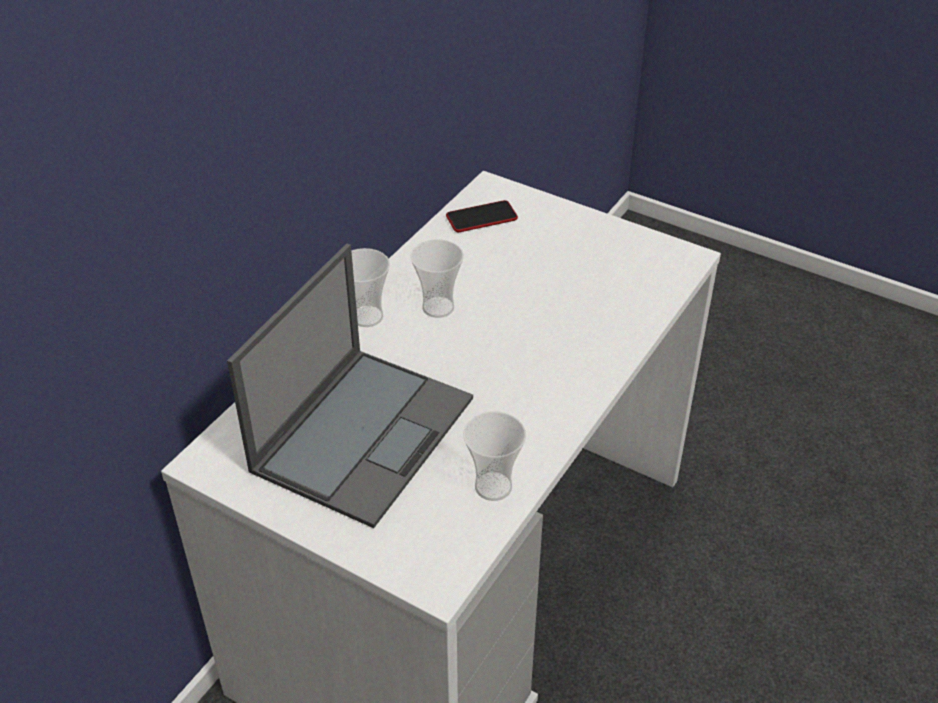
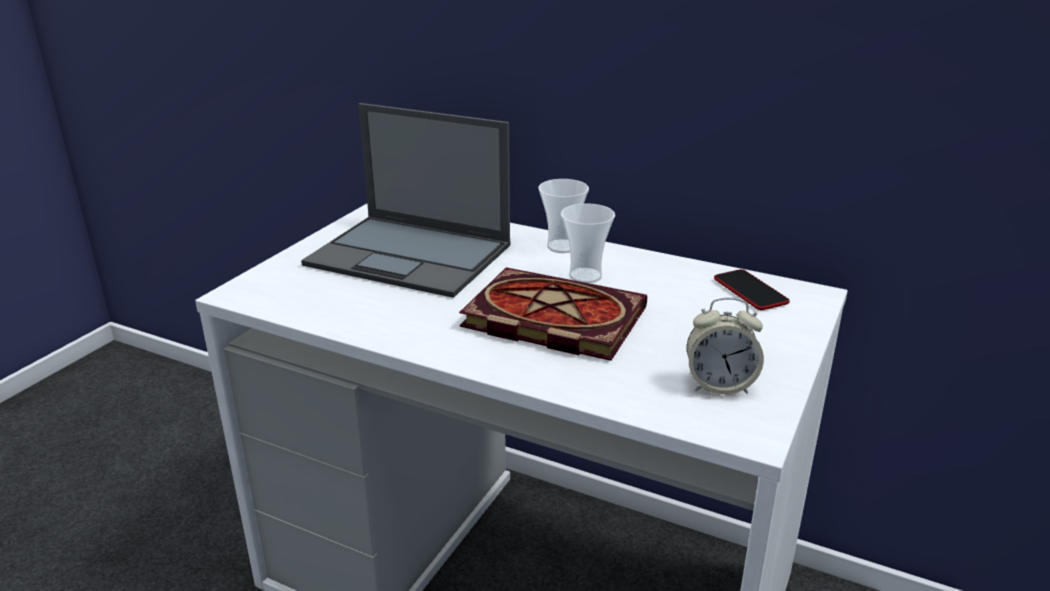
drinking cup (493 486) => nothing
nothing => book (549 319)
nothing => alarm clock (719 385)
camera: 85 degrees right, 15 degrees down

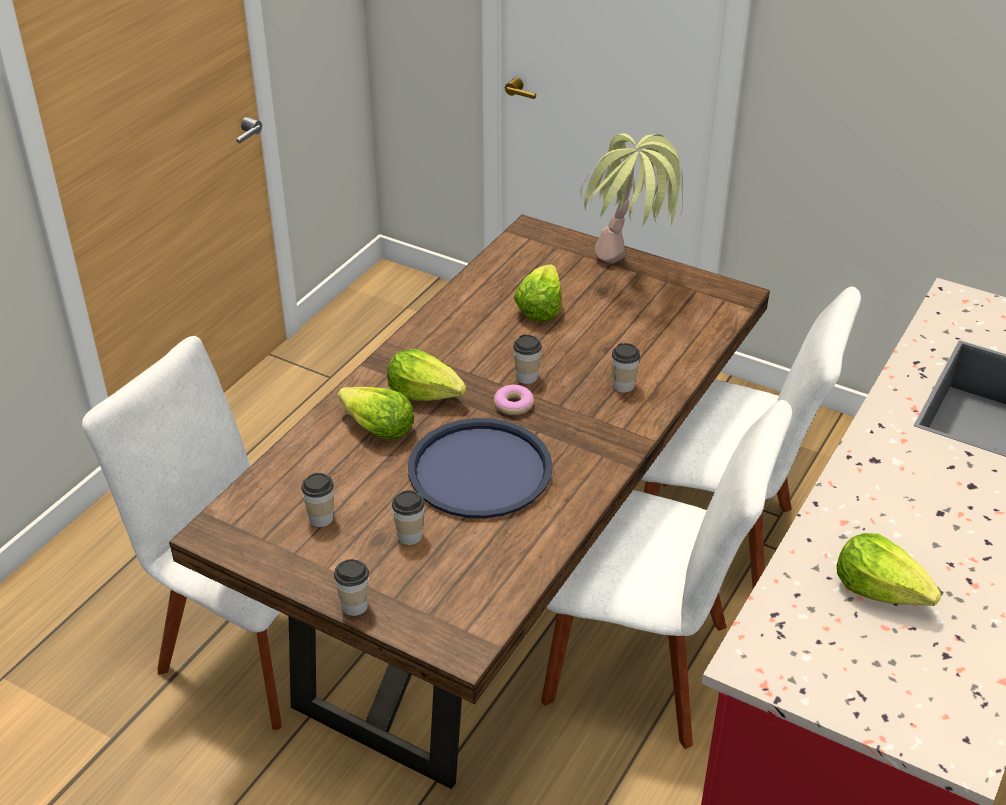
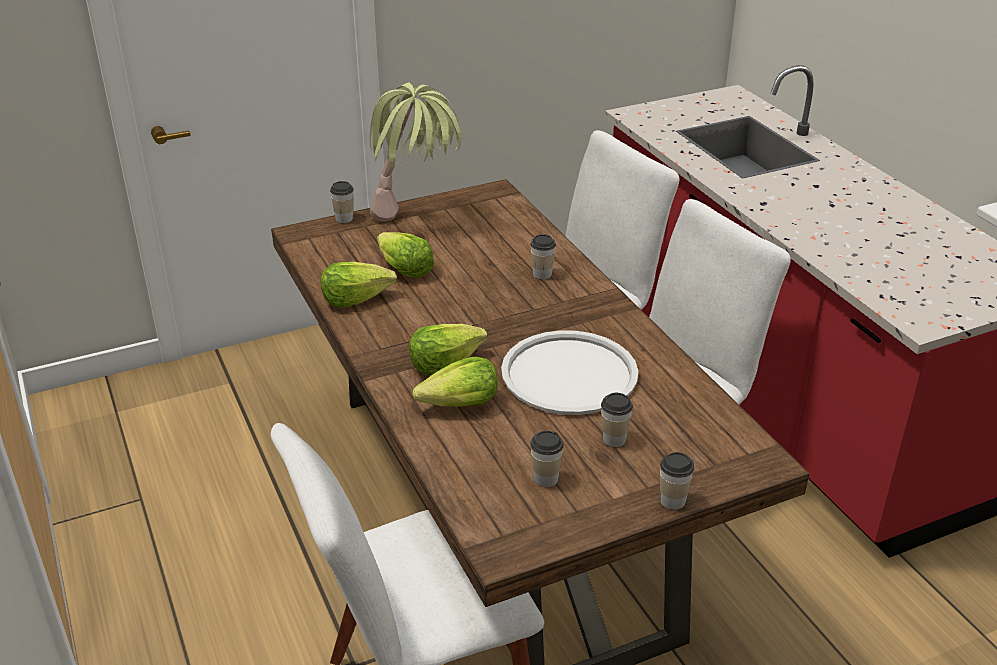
drinking cup (527 377) => drinking cup (344 218), relocated
doughnut (513 405) => nothing
bluish carrying tray (479 470) => whitish carrying tray (569 374)
lettuce (881 590) => lettuce (356 298), relocated
camera: 55 degrees left, 5 degrees down

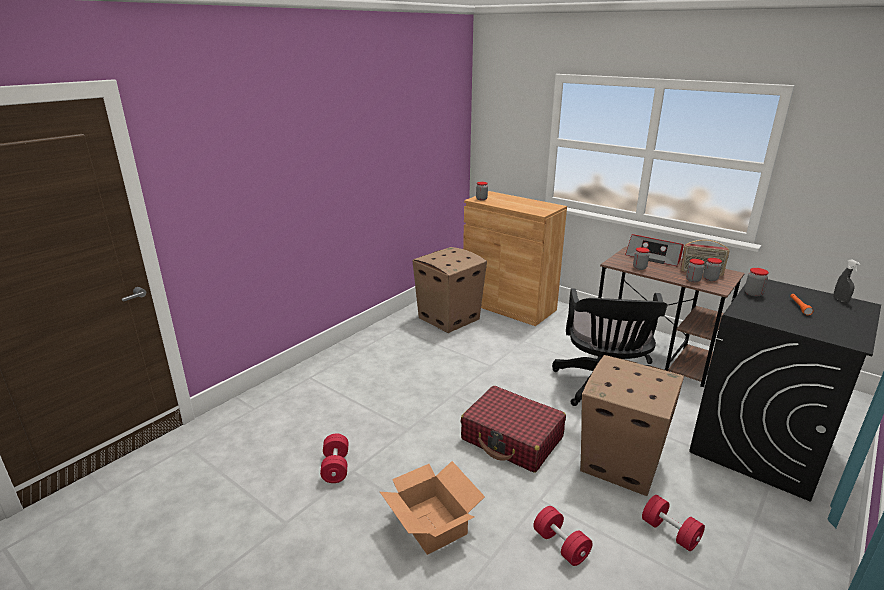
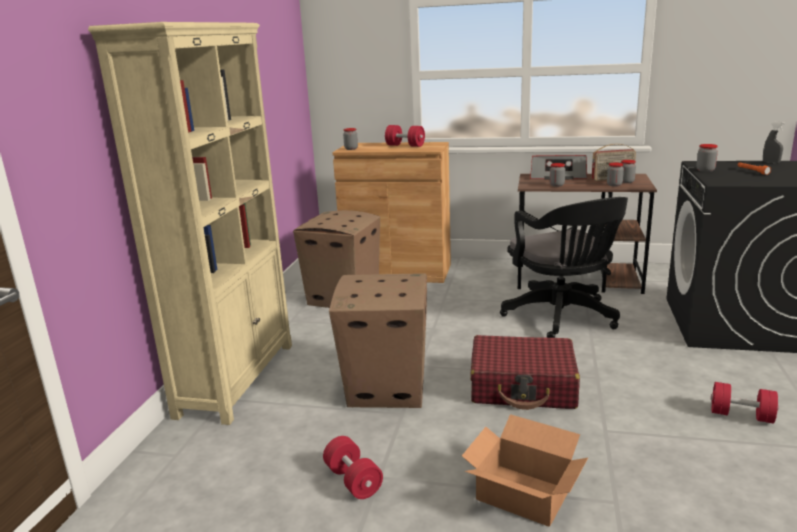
carton (619 462) => carton (385 388), relocated
reddish dumbbell (560 545) => reddish dumbbell (405 145), relocated
nothing => beige shelving unit (237 378)
camera: 25 degrees left, 5 degrees down

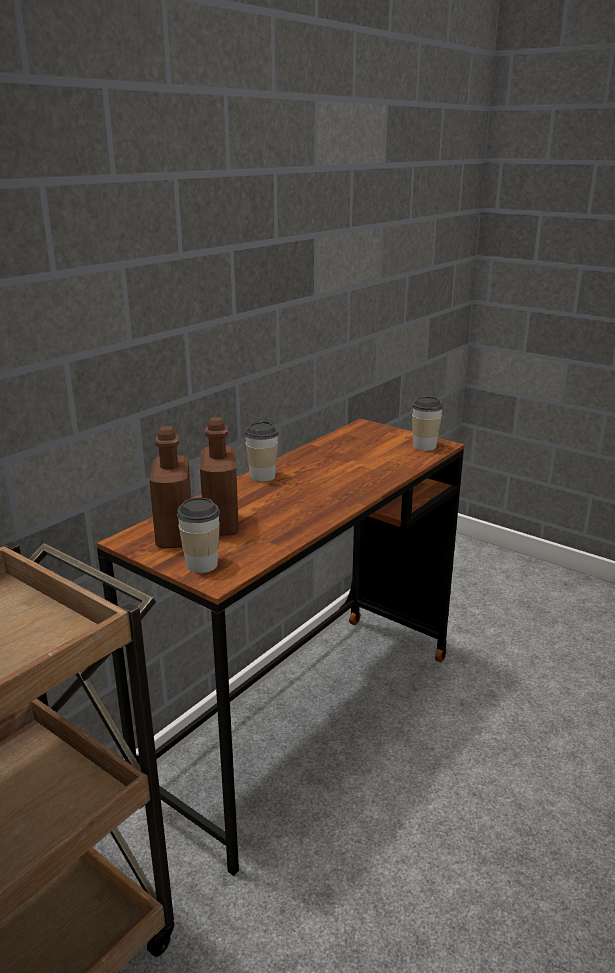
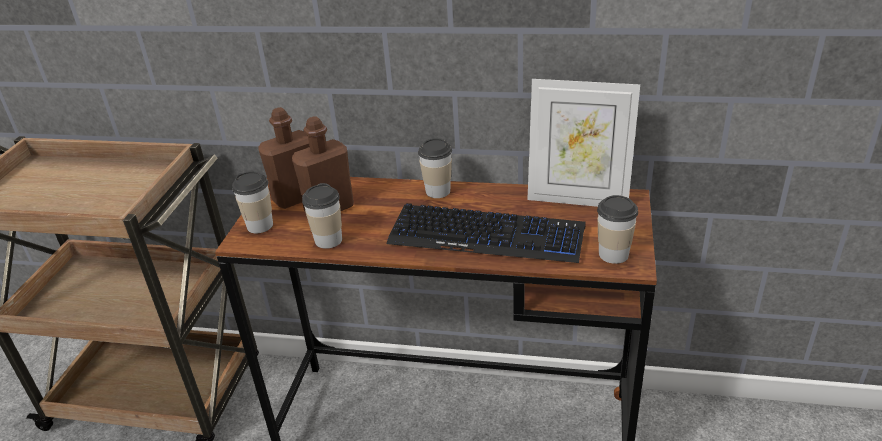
nothing => photo frame (578 199)
nothing => drinking cup (328 240)
nothing => keyboard (486 236)
camera: 65 degrees right, 10 degrees up

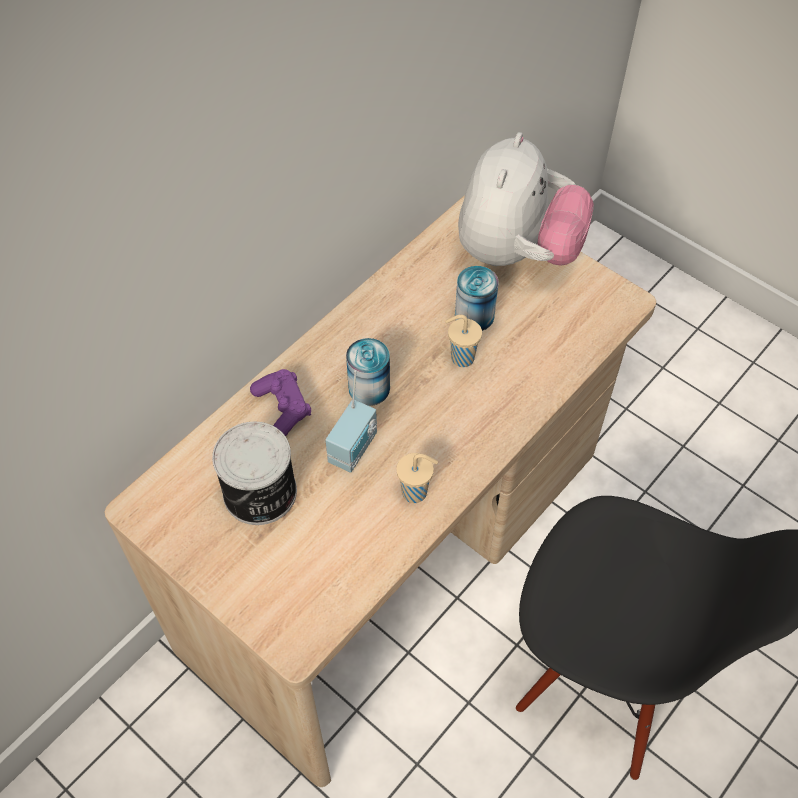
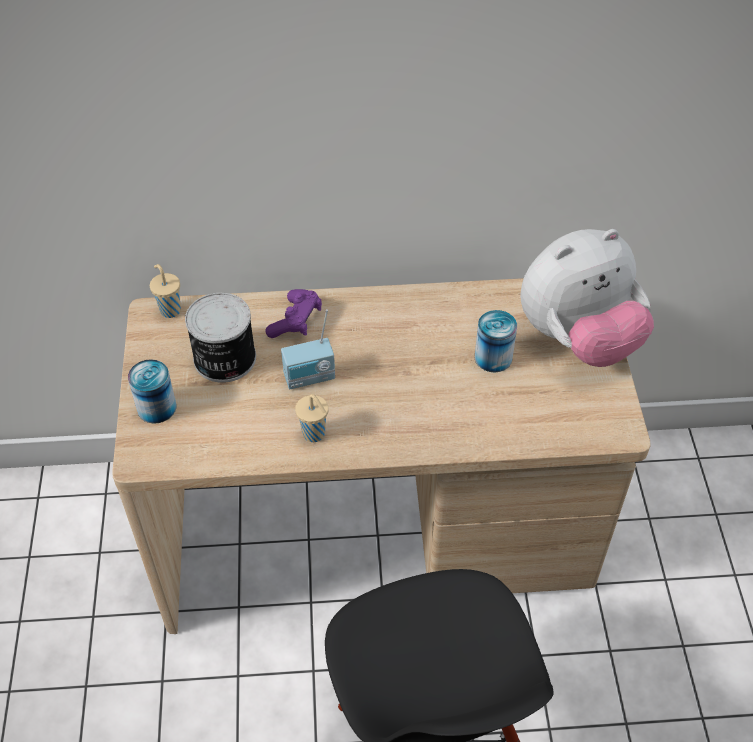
beige drinking cup (461 358) => beige drinking cup (170 310), relocated
sealed can (369 388) => sealed can (156 407), relocated
camera: 45 degrees right, 5 degrees down

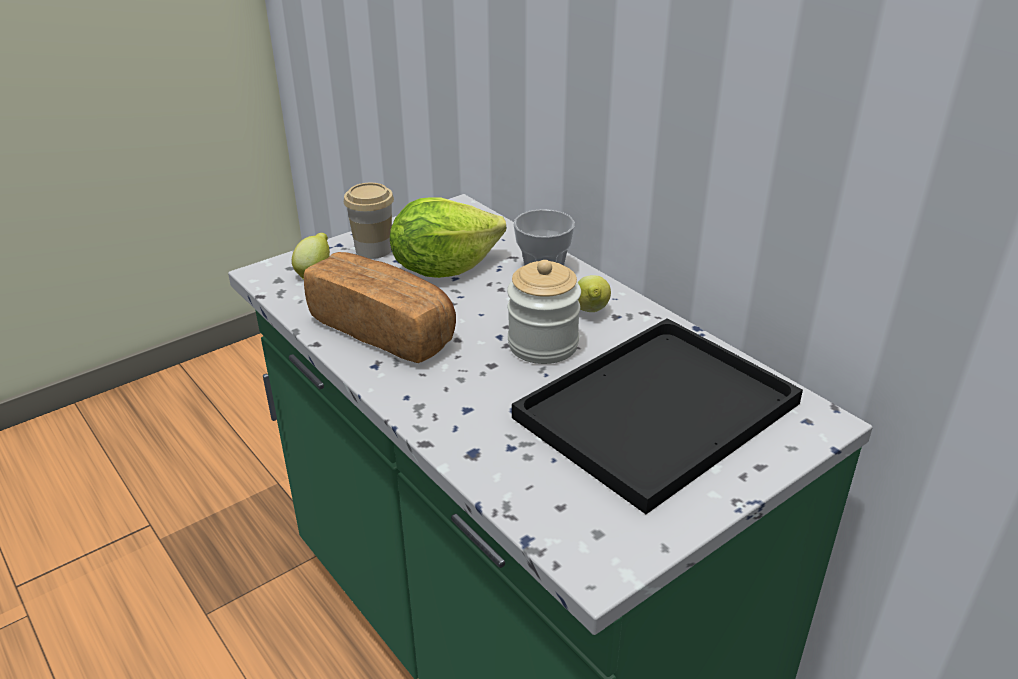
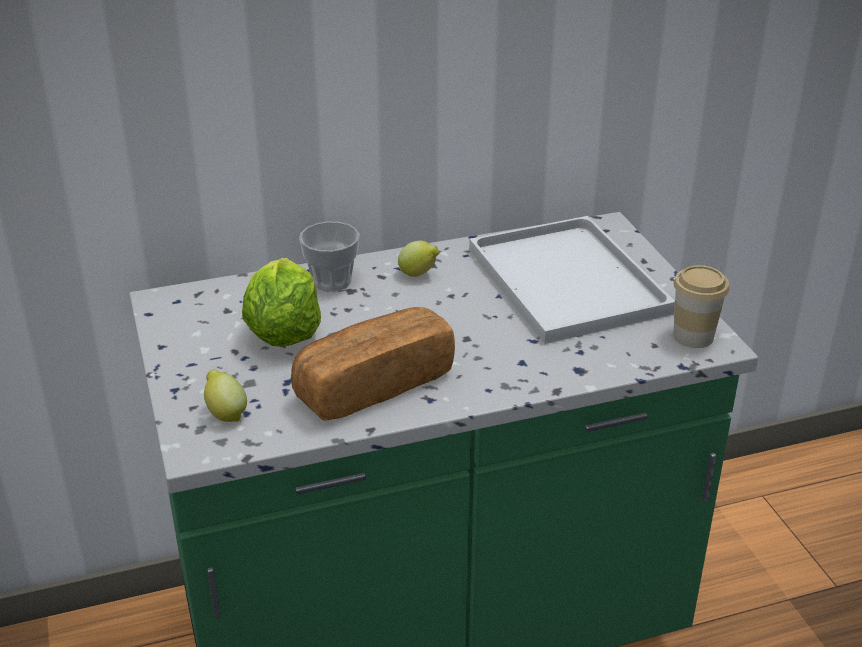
drinking cup (373 249) => drinking cup (693 336), relocated
jar (543 345) => nothing
blackish carrying tray (655 414) => whitish carrying tray (571 282)
camera: 70 degrees left, 0 degrees up

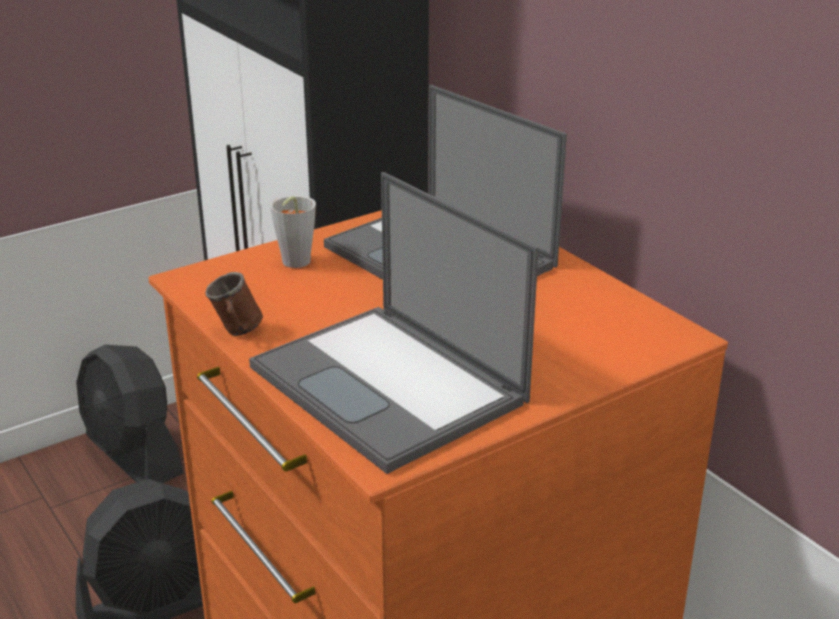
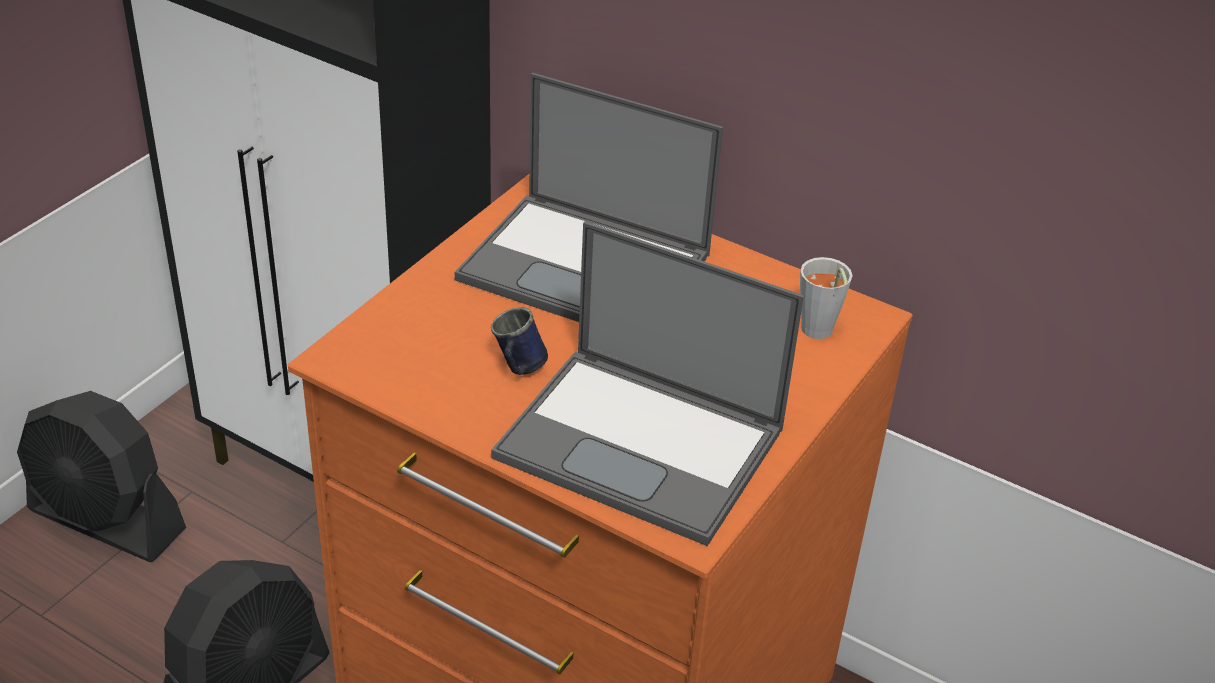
greyish drinking cup (293 264) => greyish drinking cup (818 334), relocated
brown-coloured tea mug (237 333) => nothing
nothing => bluish tea mug (518 370)
camera: 25 degrees left, 10 degrees up

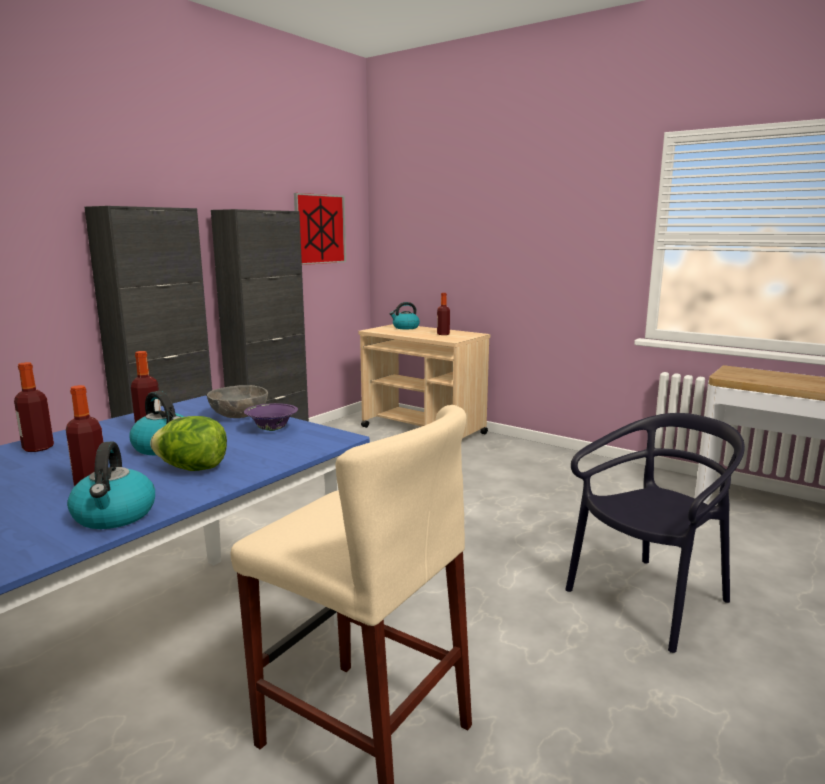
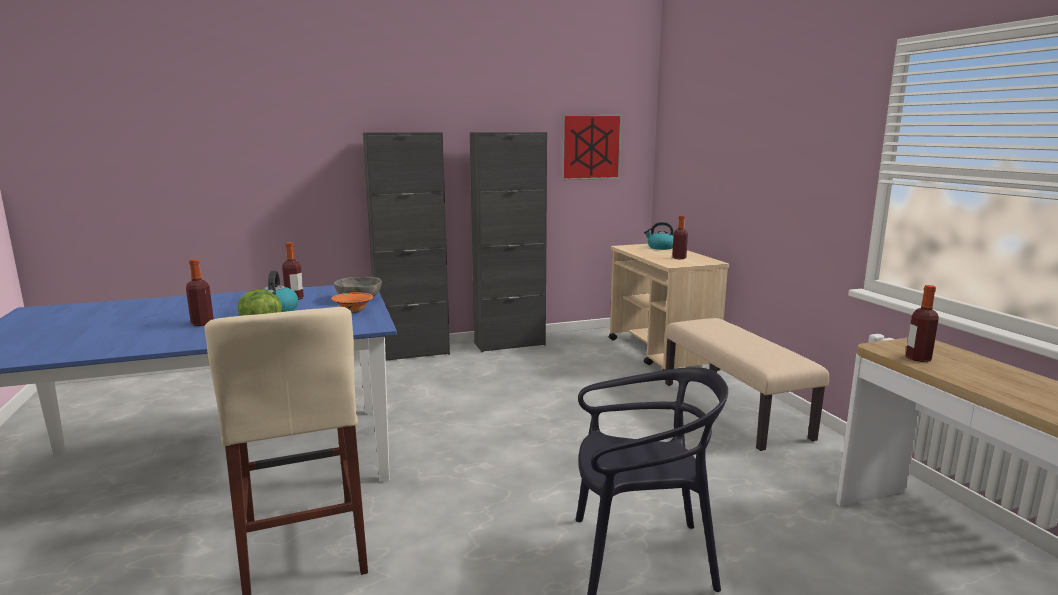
bottle (38 448) => bottle (918 358), relocated
purplish bowl (272 429) => orange-coloured bowl (353 312)
water kettle (115 516) => nothing
nothing => beige bench (735 410)
camera: 35 degrees right, 0 degrees up

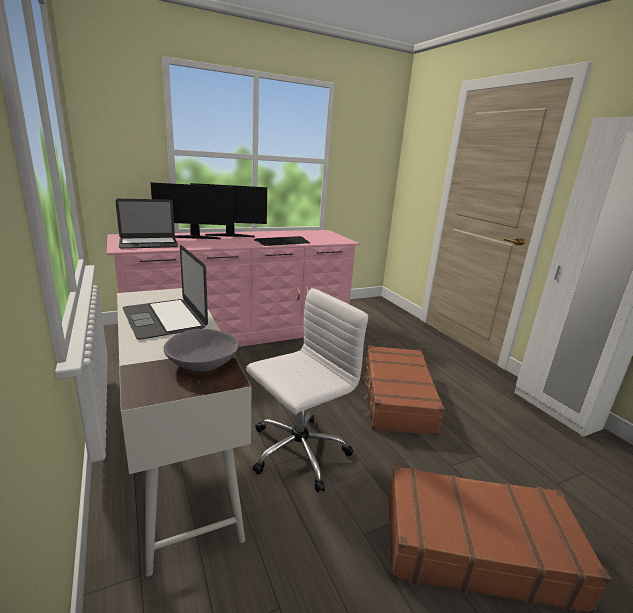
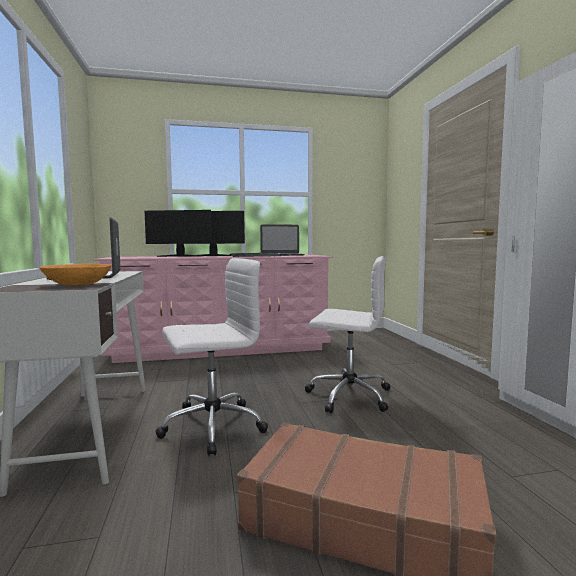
portable computer (148 243) => portable computer (282 255), relocated
greyish bowl (202 362) => orange-coloured bowl (77 284)
brown-coloured piece of luggage (396 398) => whitish office chair (348 395)
camera: 15 degrees right, 15 degrees down

